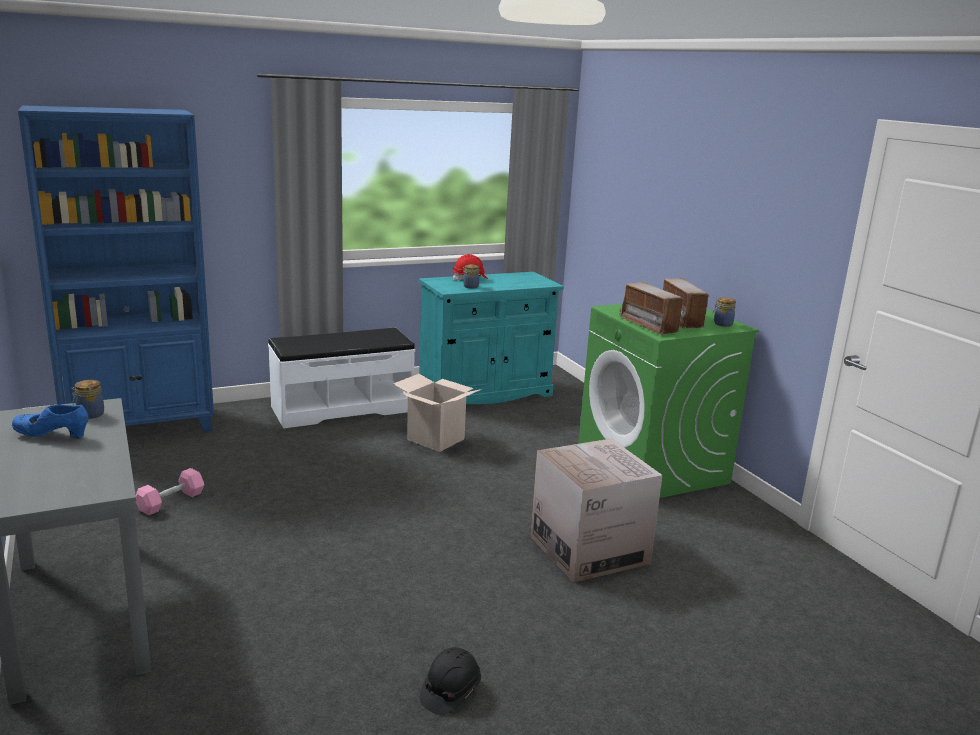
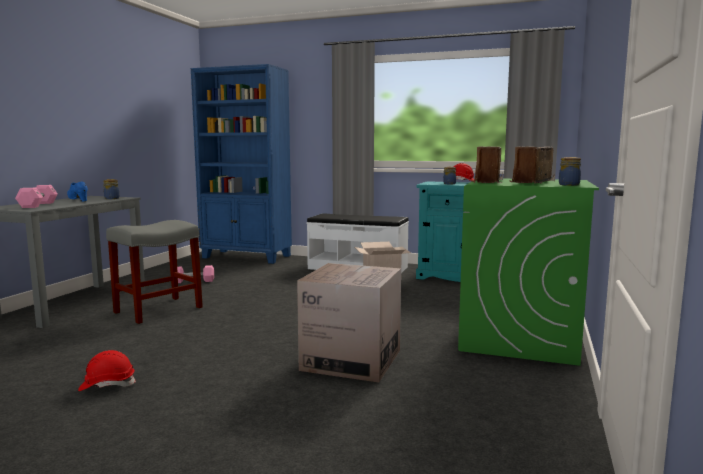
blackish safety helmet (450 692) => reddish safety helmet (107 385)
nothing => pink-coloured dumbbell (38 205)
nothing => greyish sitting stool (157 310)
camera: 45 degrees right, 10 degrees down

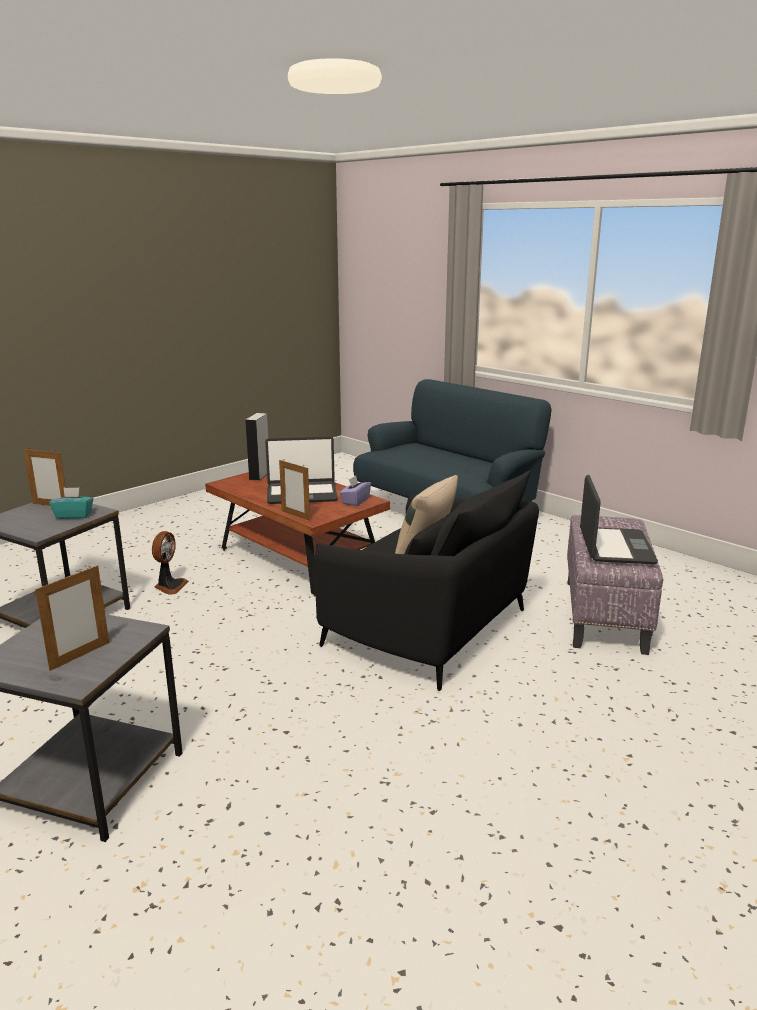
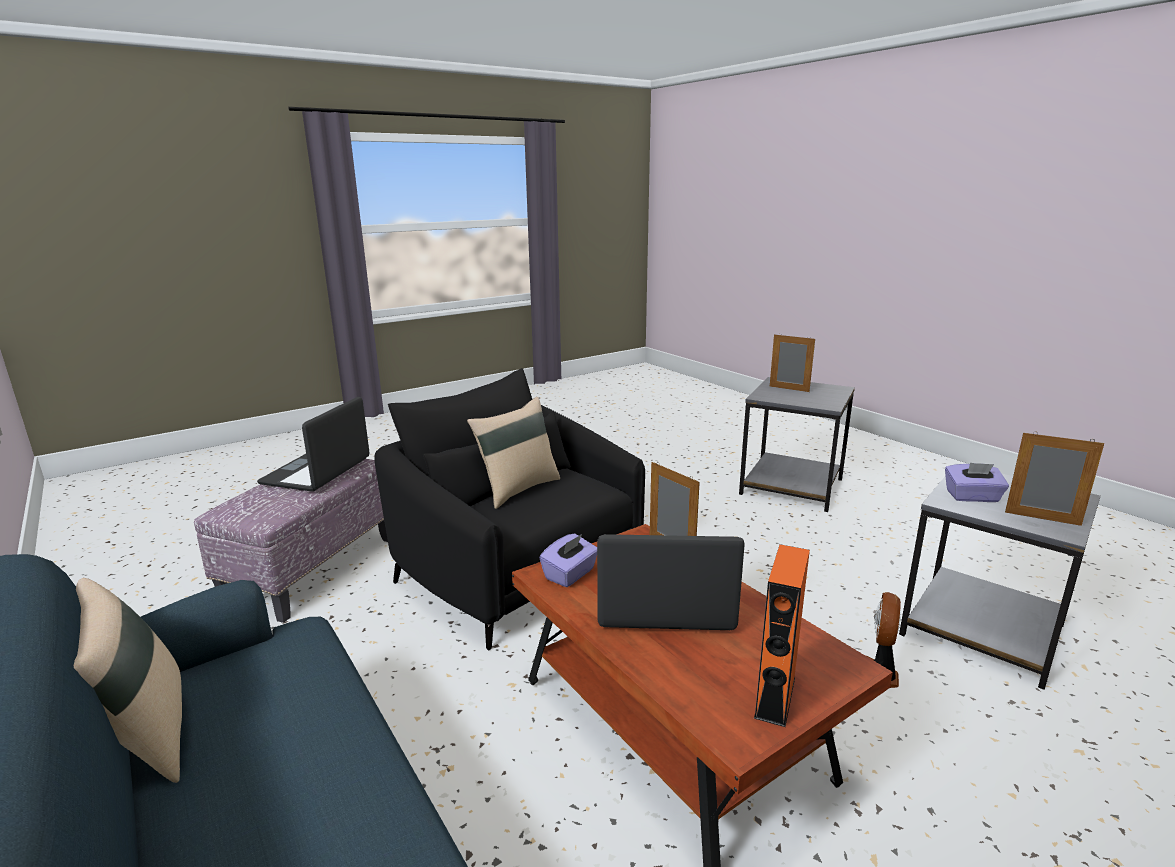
greyish audio speaker (259 475) => orange-coloured audio speaker (775 697)
turquoise tissue holder (74 515) => purplish tissue holder (972 497)
photo frame (80 656) => photo frame (789 389), 75 degrees clockwise
nothing => beige cushion (143 738)
camera: 170 degrees left, 0 degrees up

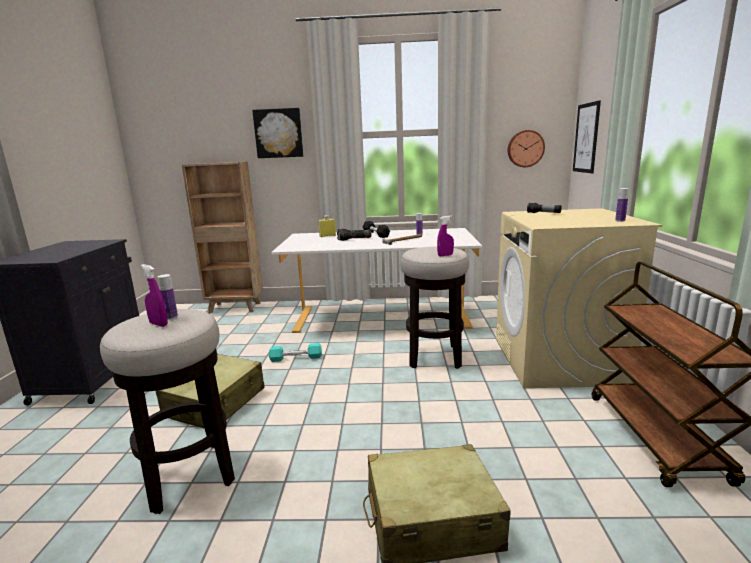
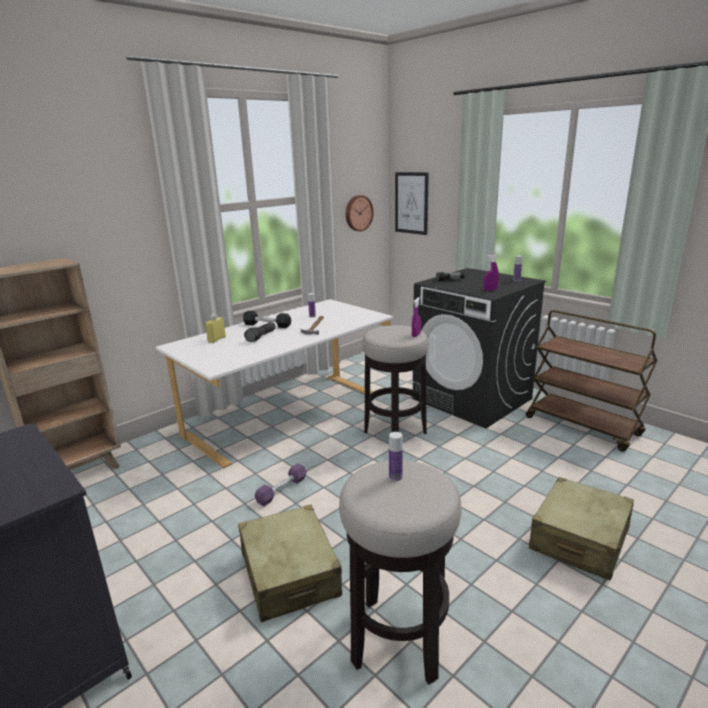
wall art (278 133) => nothing
beige laundry machine (558 361) => blackish laundry machine (472 399)
purplish spray bottle (158 324) => purplish spray bottle (490 290), relocated
turquoise dumbbell (296 358) => purplish dumbbell (282 490)
camera: 45 degrees left, 5 degrees up

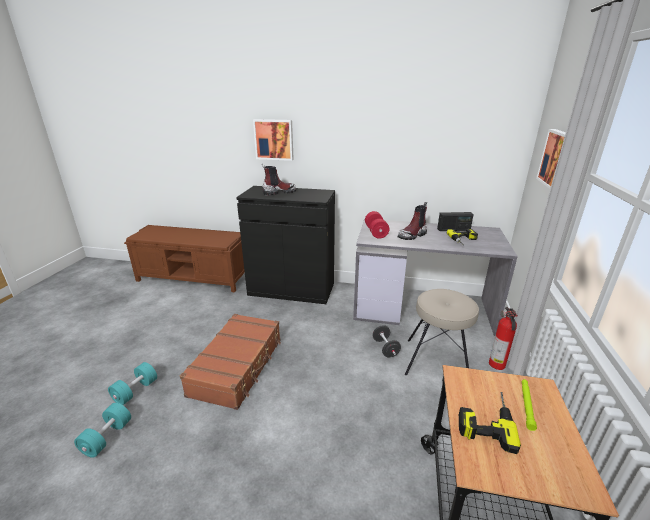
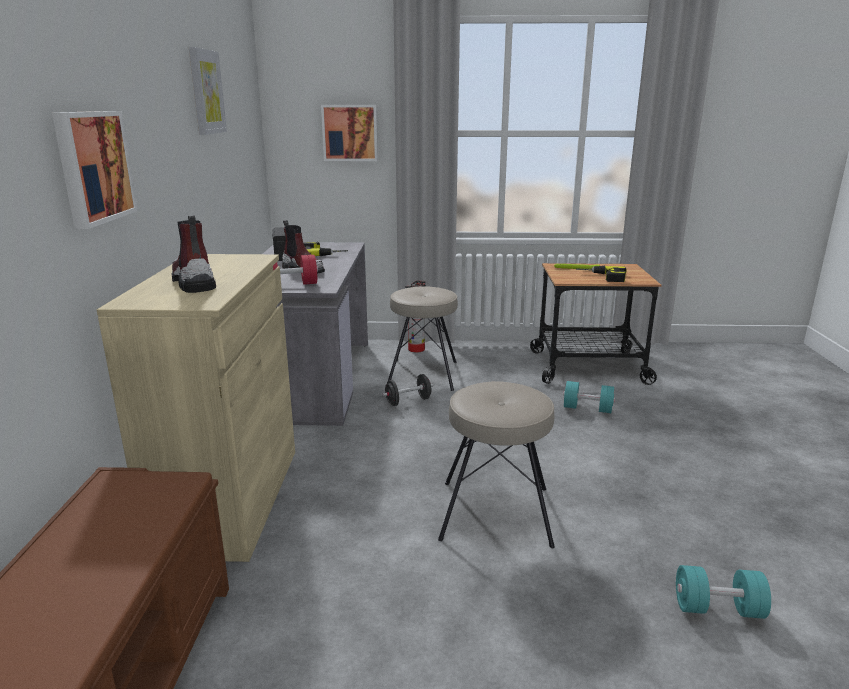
blackish cabinet (291 289) => beige cabinet (230 499)
brown-coloured piece of luggage (238 366) => beige sitting stool (495 514)
turquoise dumbbell (136 391) => turquoise dumbbell (587 408), relocated
nothing => wall art (206 92)
camera: 100 degrees left, 5 degrees down

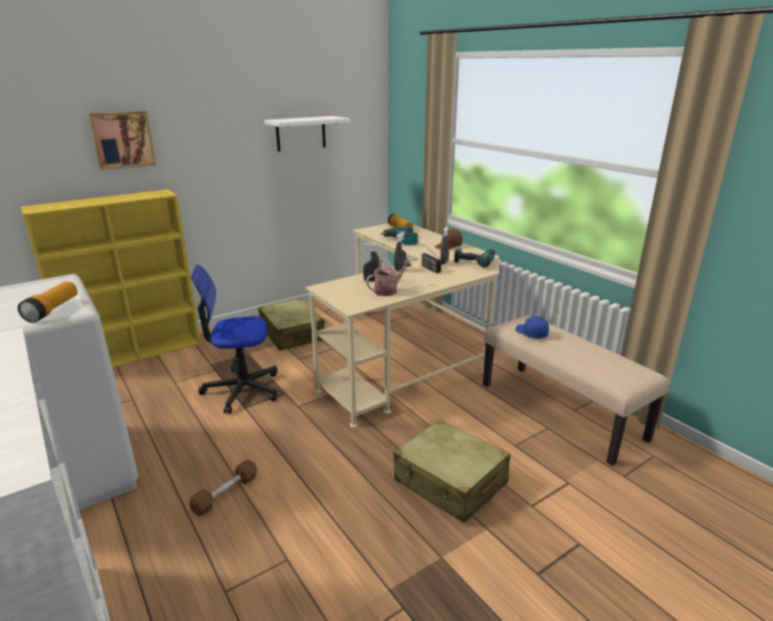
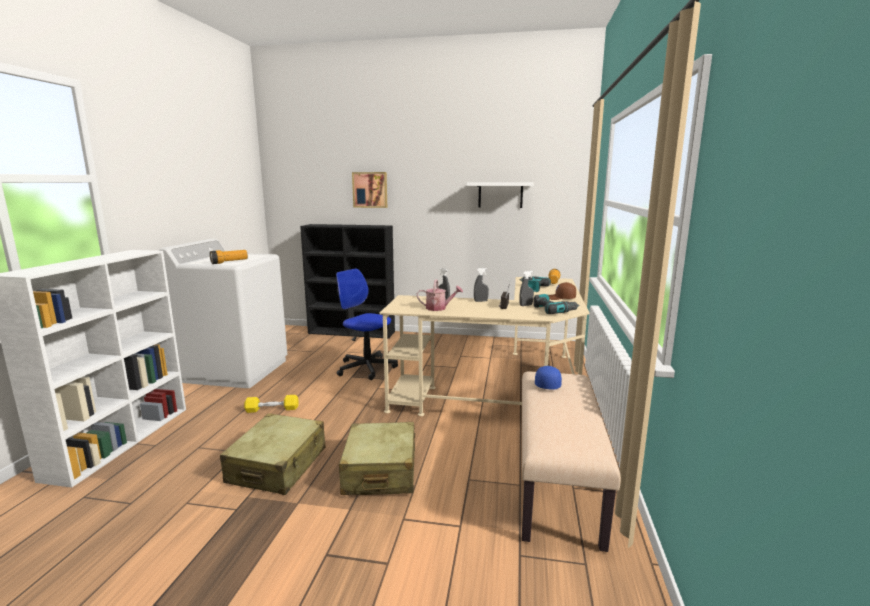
yellow shelving unit (136 353) => blackish shelving unit (352 332)
beige piece of luggage (292 334) => beige piece of luggage (278 465), relocated
brown-coloured dumbbell (225 493) => yellow dumbbell (272 409)
camera: 45 degrees right, 10 degrees down

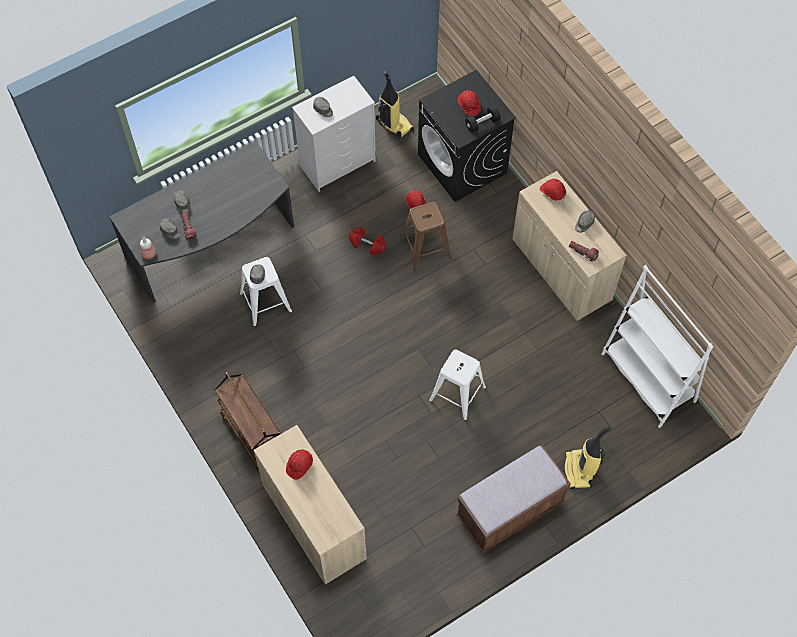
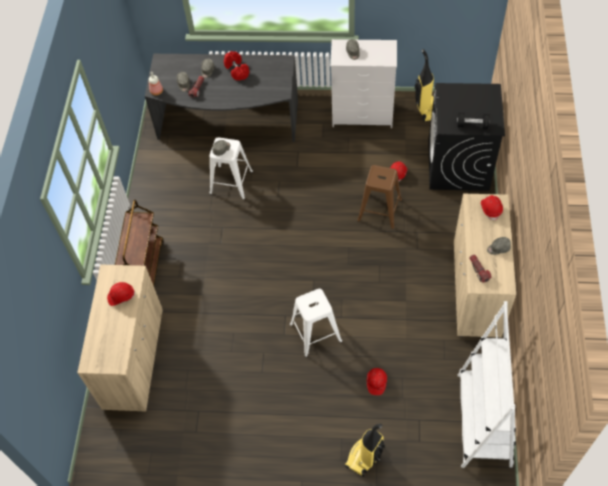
reddish safety helmet (468 106) => reddish safety helmet (376 382), relocated
reddish dumbbell (367 245) => reddish dumbbell (236 70), relocated
brown-coloured bench (510 510) => nothing
camera: 40 degrees right, 5 degrees down

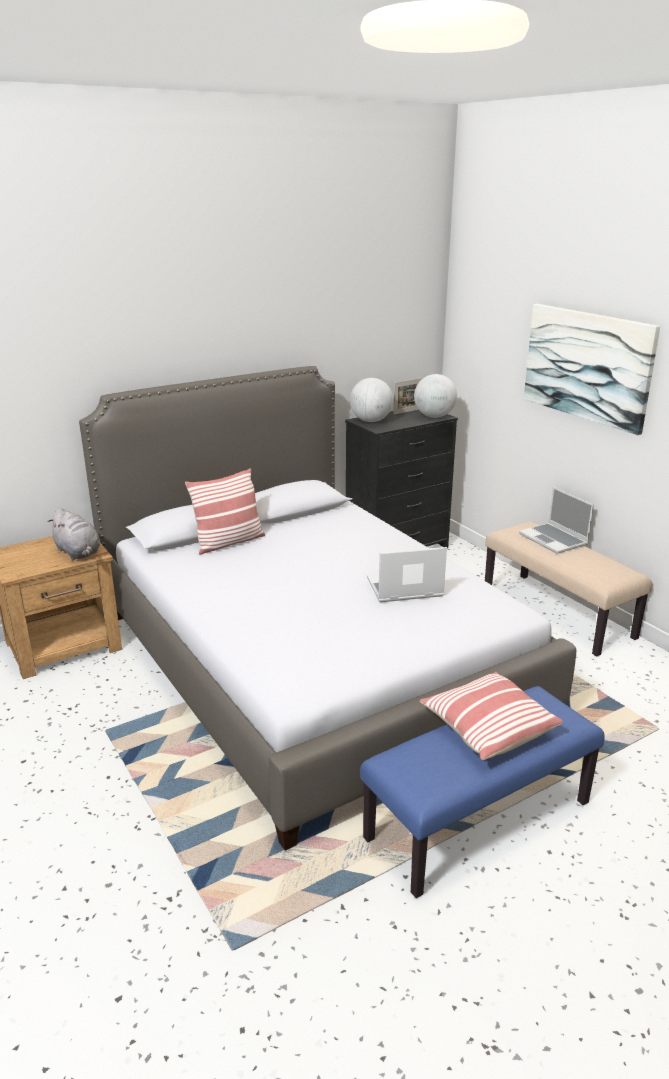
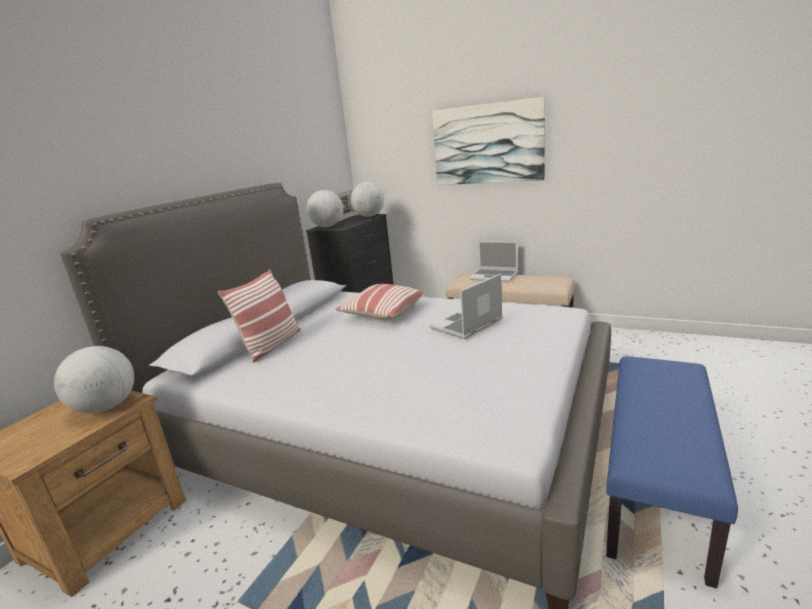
greyish soft toy (78 553) => world globe (106 407)
cushion (487 728) => cushion (382 313), relocated
camera: 30 degrees left, 5 degrees down

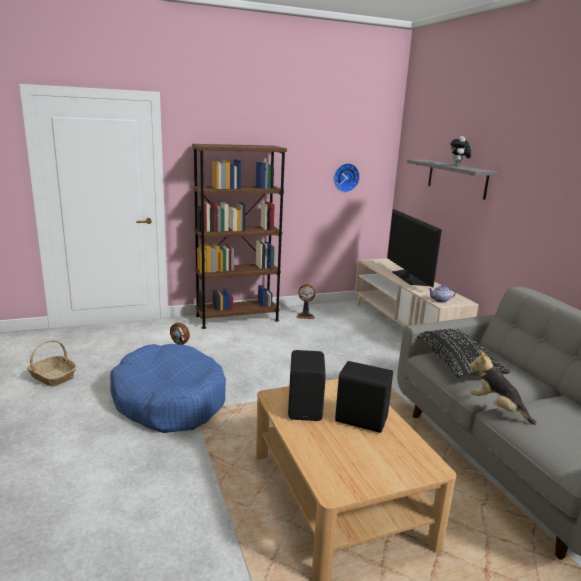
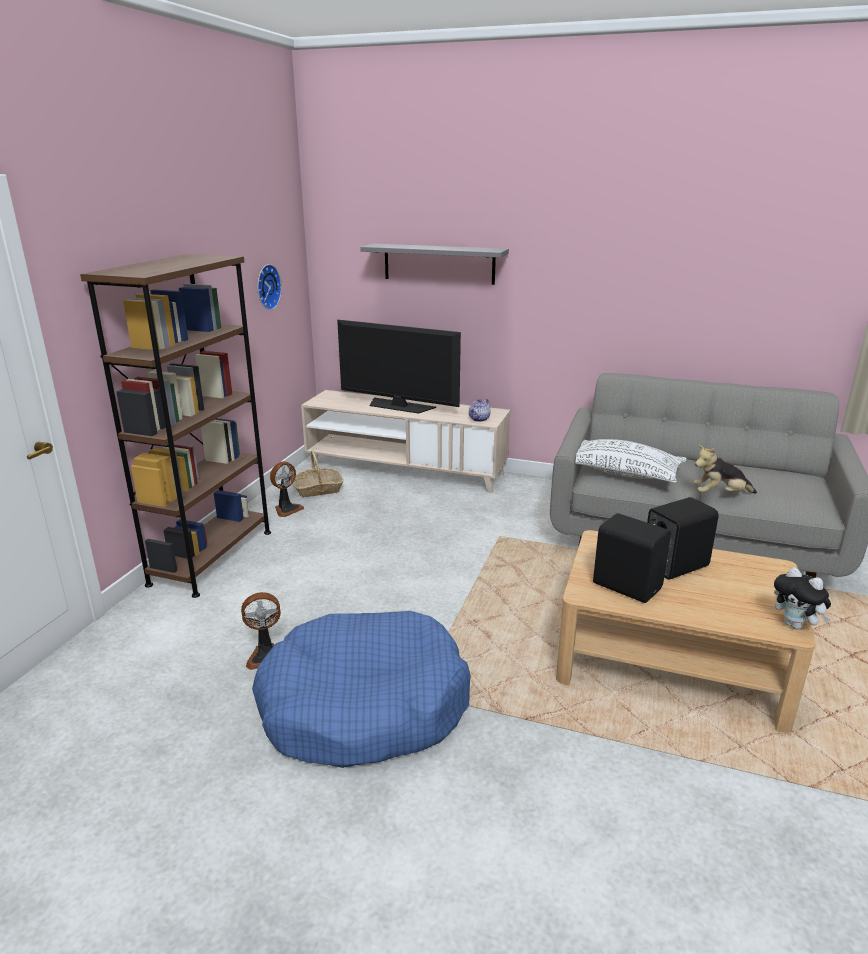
soft toy (458 166) => soft toy (795 625), relocated
blackish cushion (455 362) => whitish cushion (623 473)
storage basket (52 377) => storage basket (318 489), relocated
camera: 50 degrees left, 5 degrees up

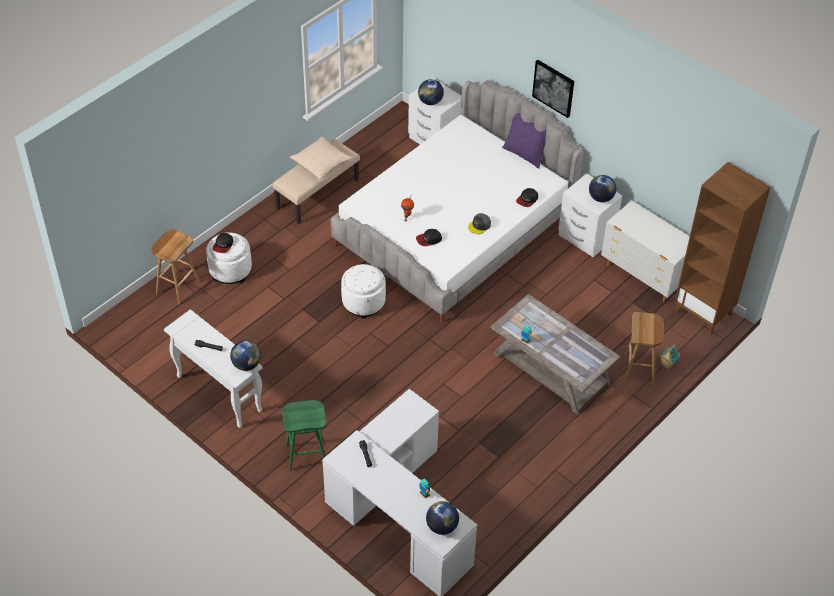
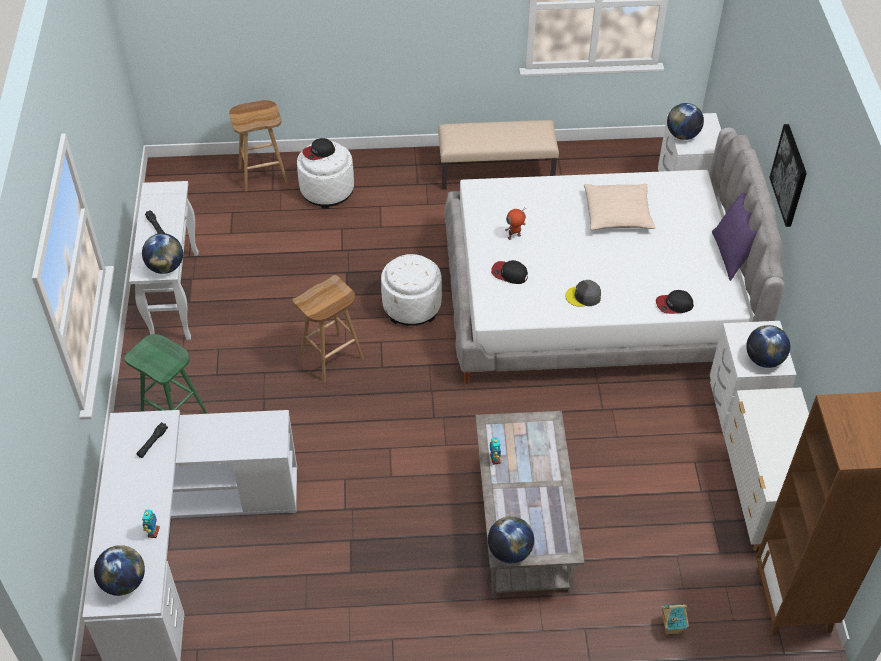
beige cushion (321 163) => beige cushion (617 214), relocated
brown-coloured sitting stool (639 370) => brown-coloured sitting stool (331 358), relocated
nothing => world globe (510 551)
camera: 45 degrees right, 0 degrees up

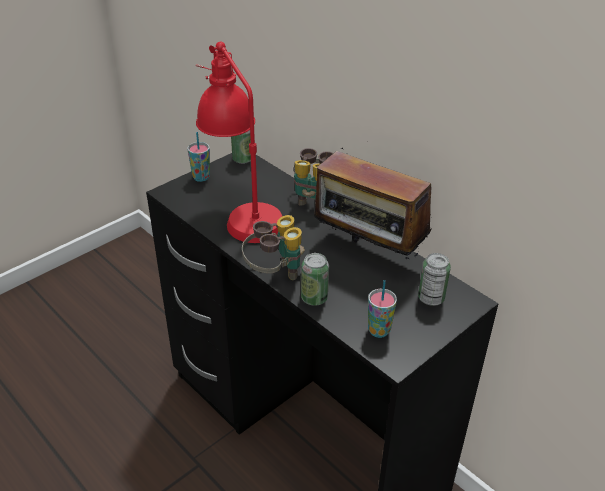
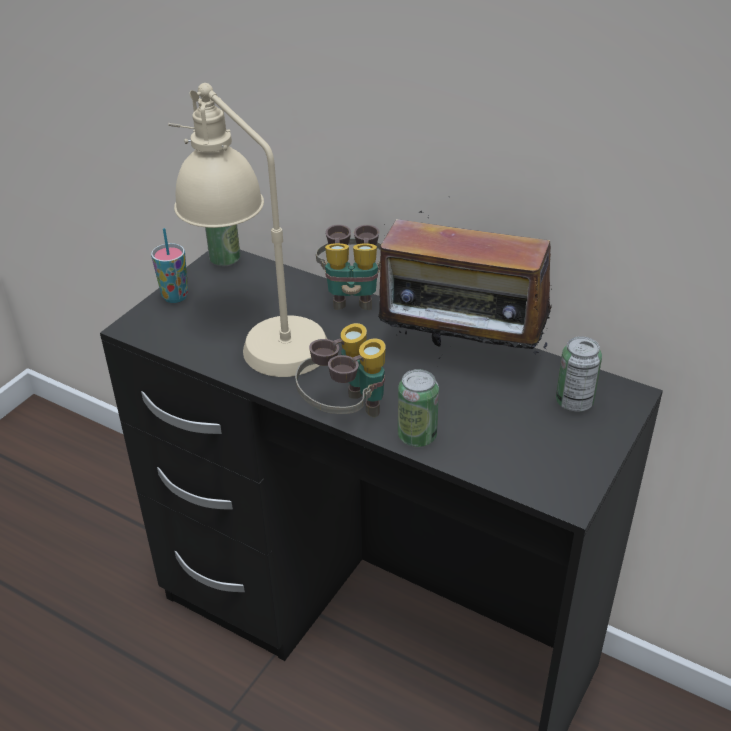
reddish table lamp (241 212) => beige table lamp (257 335)
drinking cup (379 331) => nothing
camera: 15 degrees left, 0 degrees up

